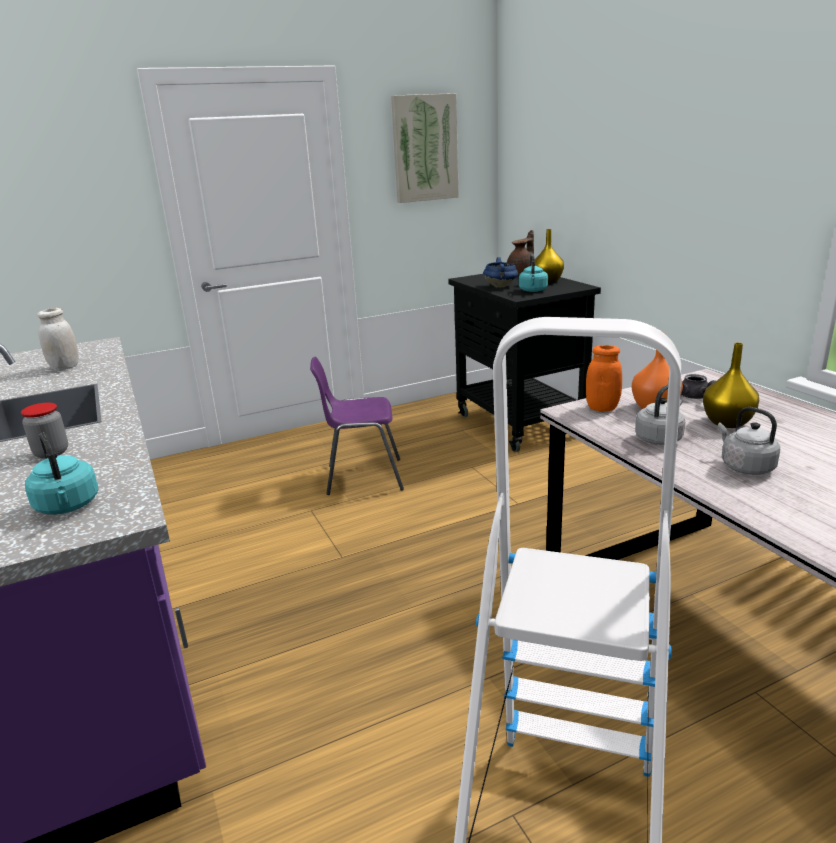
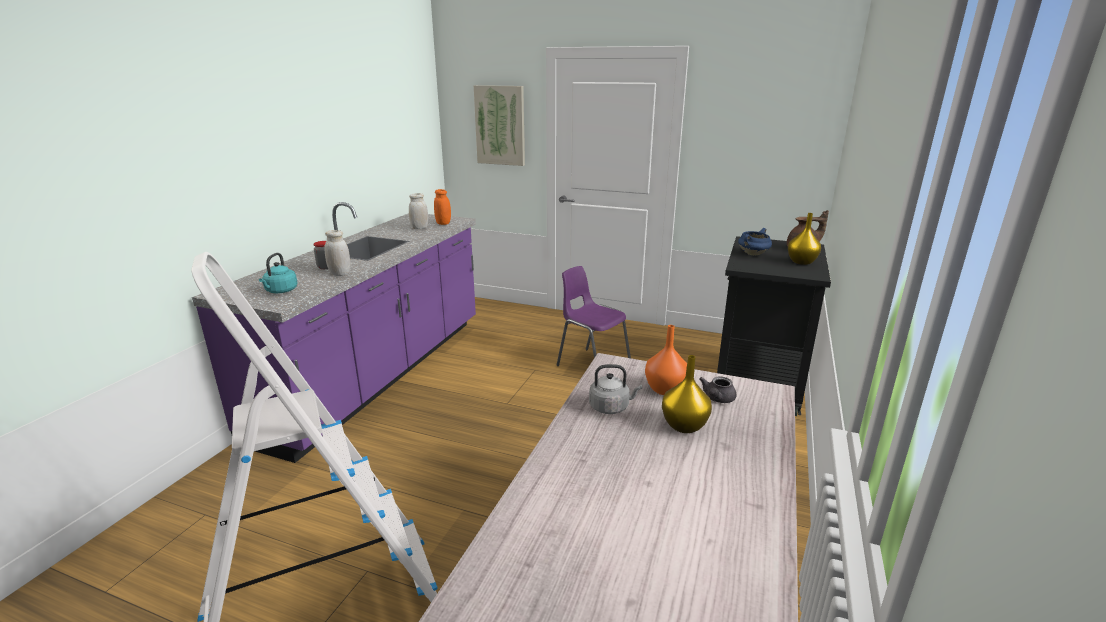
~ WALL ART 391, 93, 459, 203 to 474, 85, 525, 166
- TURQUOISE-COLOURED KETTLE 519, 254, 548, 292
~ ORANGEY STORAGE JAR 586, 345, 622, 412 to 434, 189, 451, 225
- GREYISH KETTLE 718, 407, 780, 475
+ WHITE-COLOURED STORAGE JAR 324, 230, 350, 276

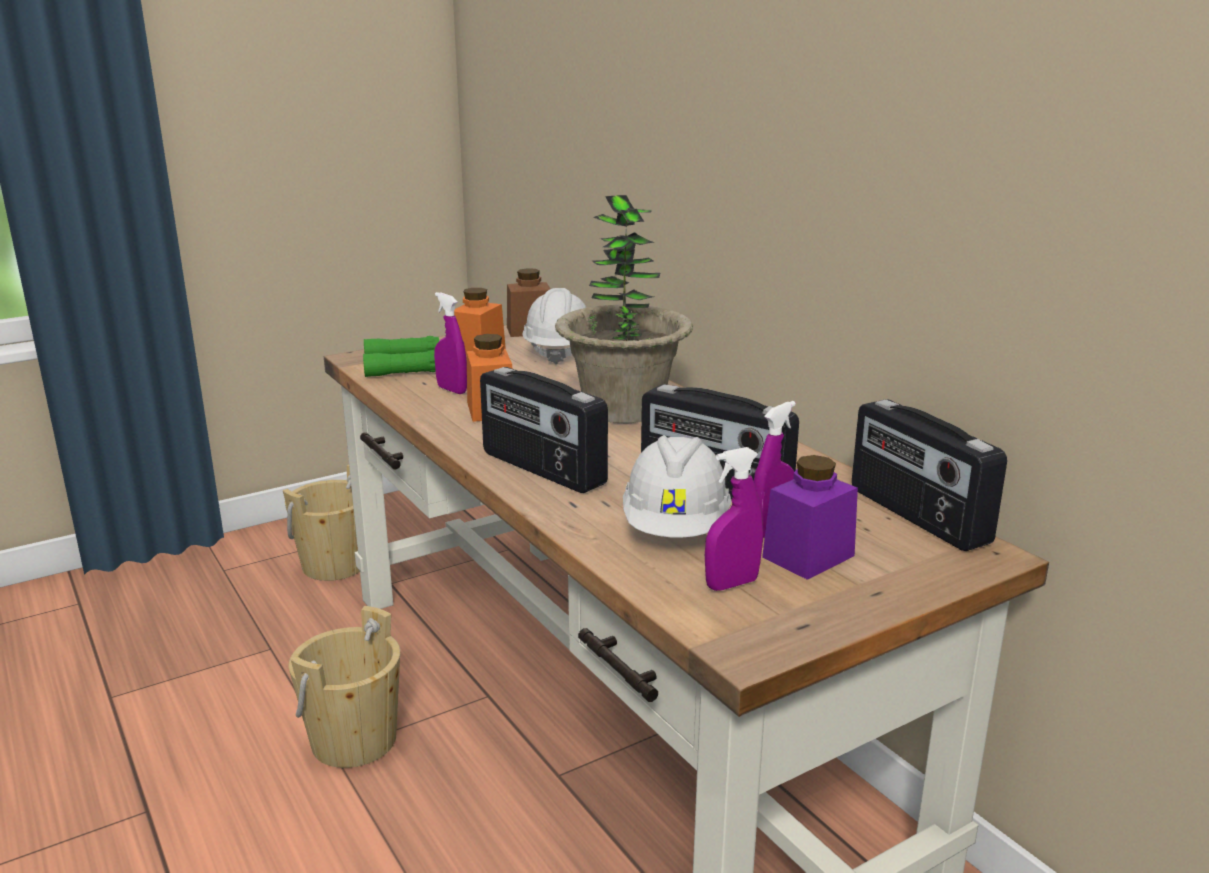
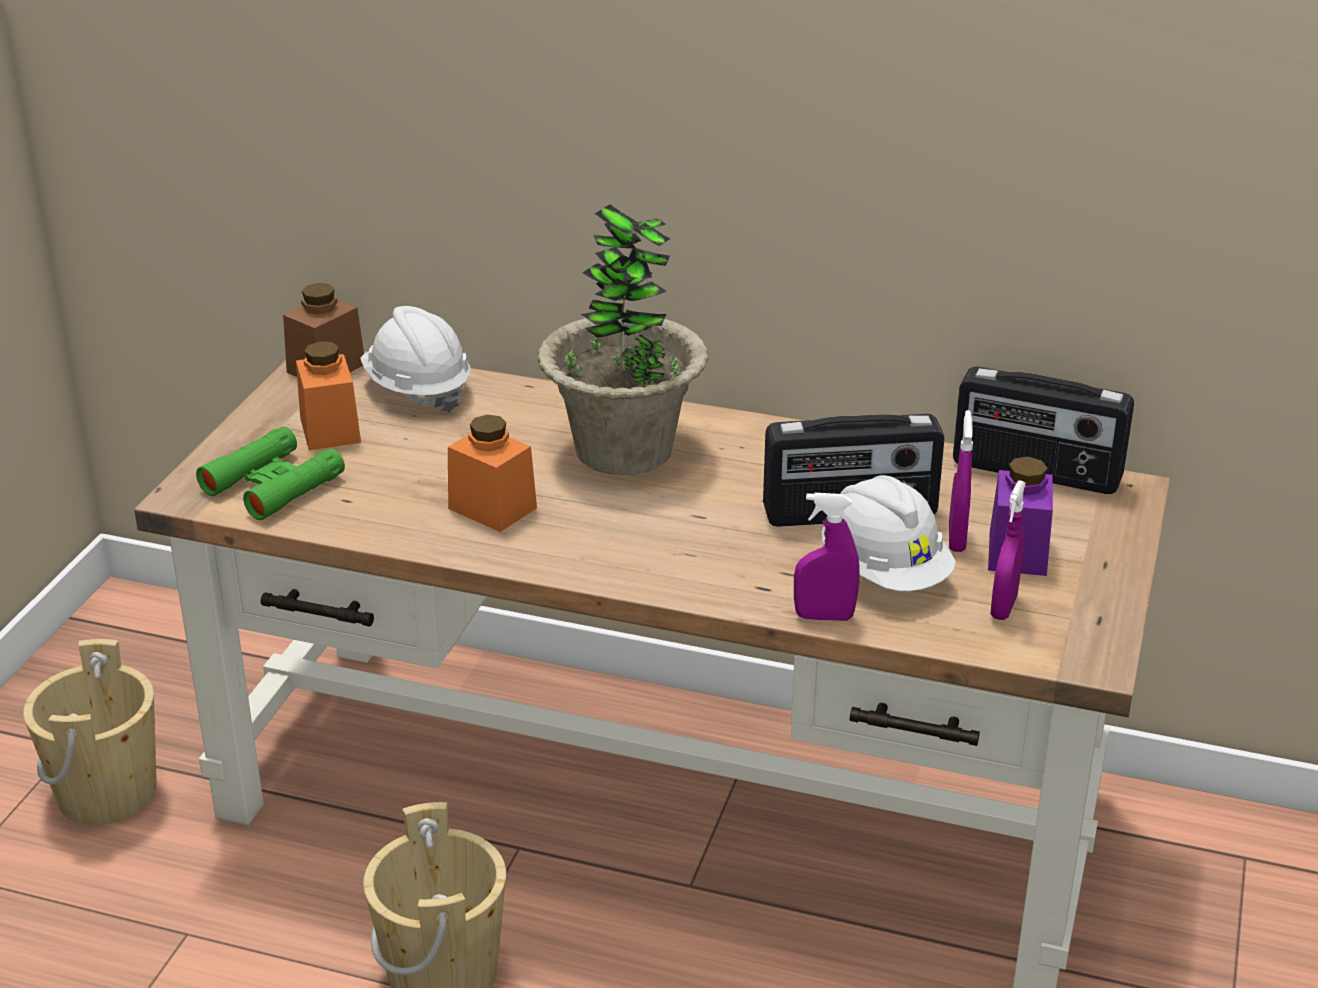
~ PURPLE-COLOURED SPRAYER 434, 292, 467, 394 to 794, 493, 859, 621
- RADIO SET 480, 367, 608, 493

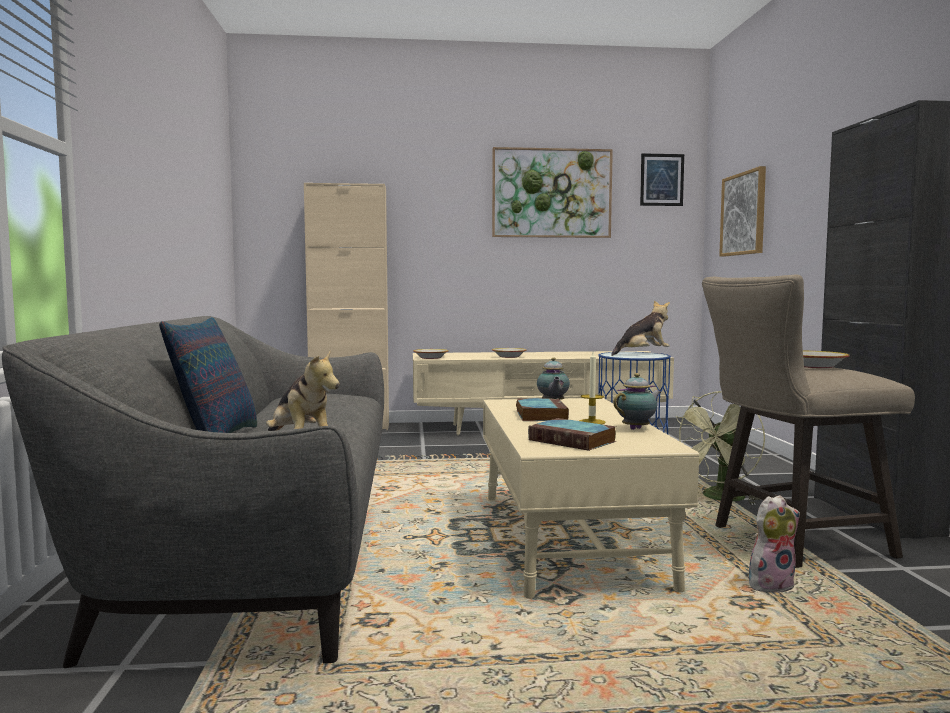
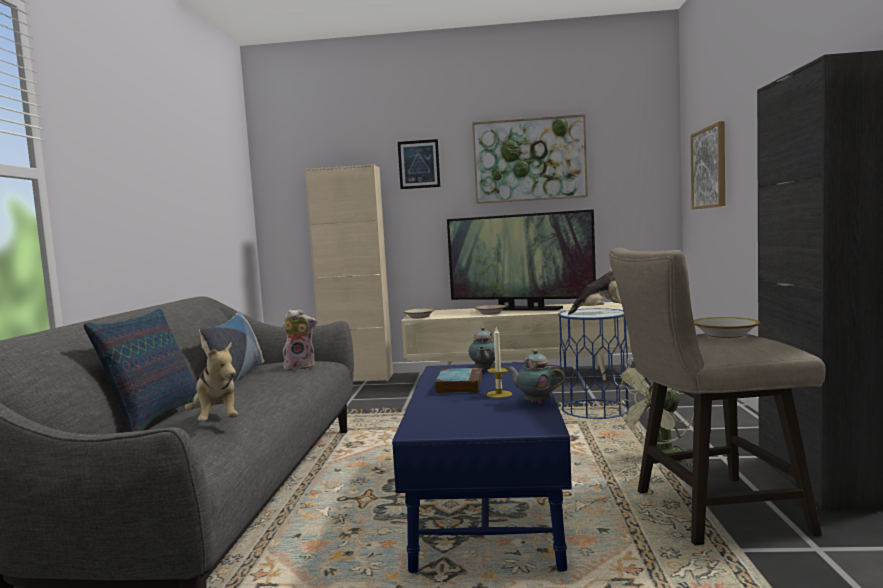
~ WALL ART 640, 153, 684, 206 to 398, 139, 440, 189
~ TEAPOT 613, 373, 661, 430 = 506, 349, 566, 404 120 degrees counterclockwise
~ SAND-COLOURED LOUNGE TABLE 483, 398, 699, 599 to BLUE-COLOURED LOUNGE TABLE 392, 362, 572, 573
- BOOK 528, 418, 616, 451
~ CUDDLY TOY 749, 495, 800, 593 to 282, 309, 317, 370
+ TELEVISION 447, 209, 596, 311
+ THROW PILLOW 199, 311, 264, 384

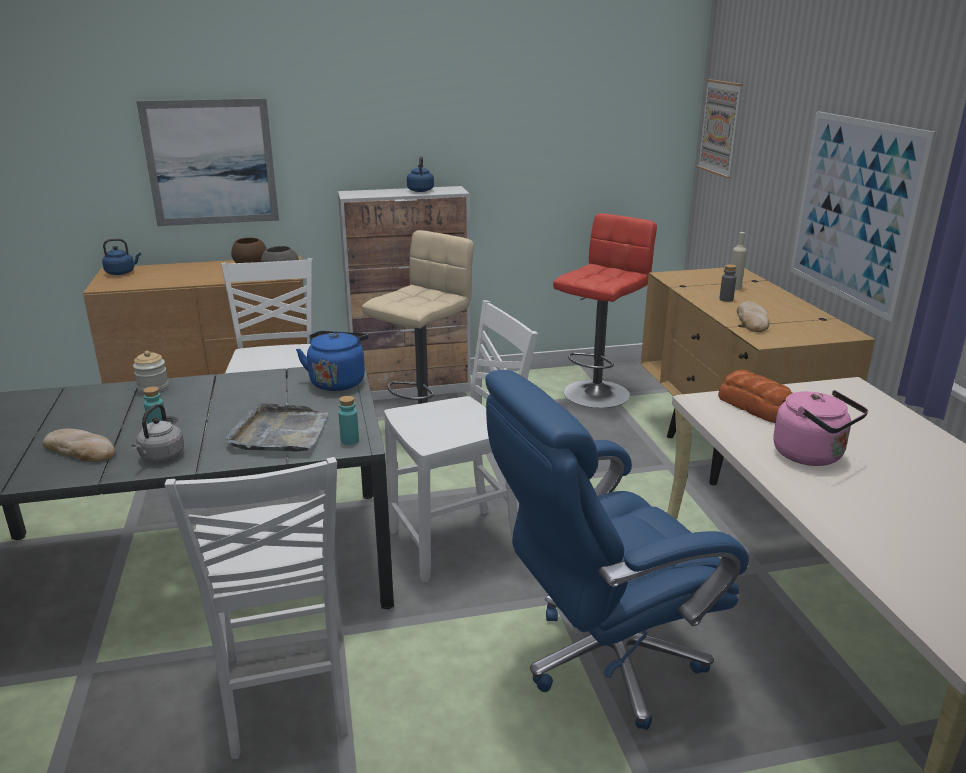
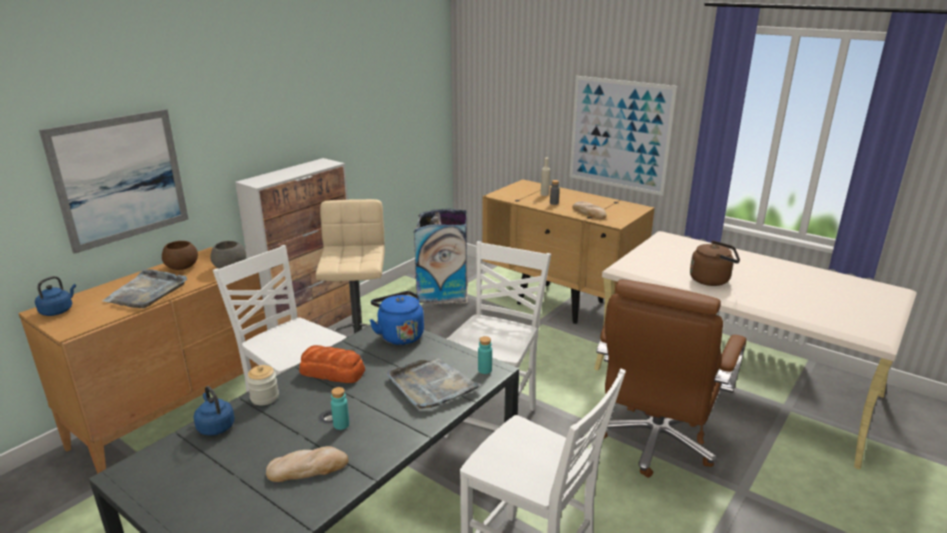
- WALL ART 697, 79, 743, 178
~ BLUE-COLOURED KETTLE 407, 156, 434, 192 to 194, 386, 235, 435
~ RED STOOL 553, 213, 657, 408 to WASTE BIN 414, 208, 468, 305
~ BAKED BREAD 718, 369, 793, 423 to 299, 345, 365, 383
~ BLUE-COLOURED COMPUTER CHAIR 485, 370, 749, 730 to BROWN-COLOURED COMPUTER CHAIR 596, 280, 747, 478
~ PINK-COLOURED KETTLE 773, 390, 868, 466 to BROWN-COLOURED KETTLE 690, 241, 740, 286
- GREYISH KETTLE 132, 404, 184, 462
+ GREYISH TRAY 102, 269, 187, 308

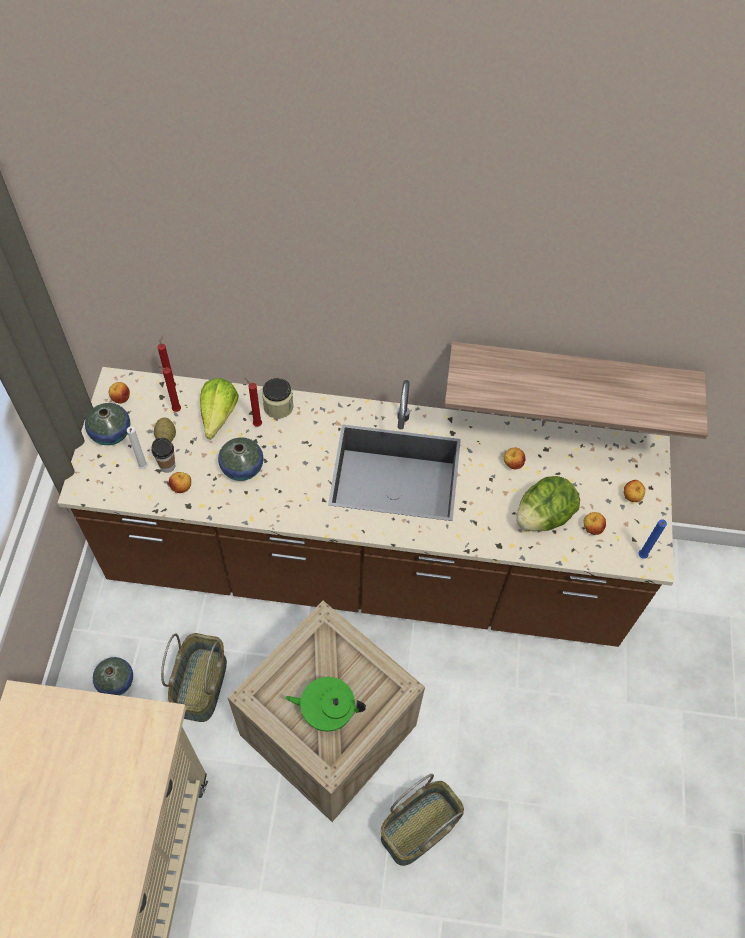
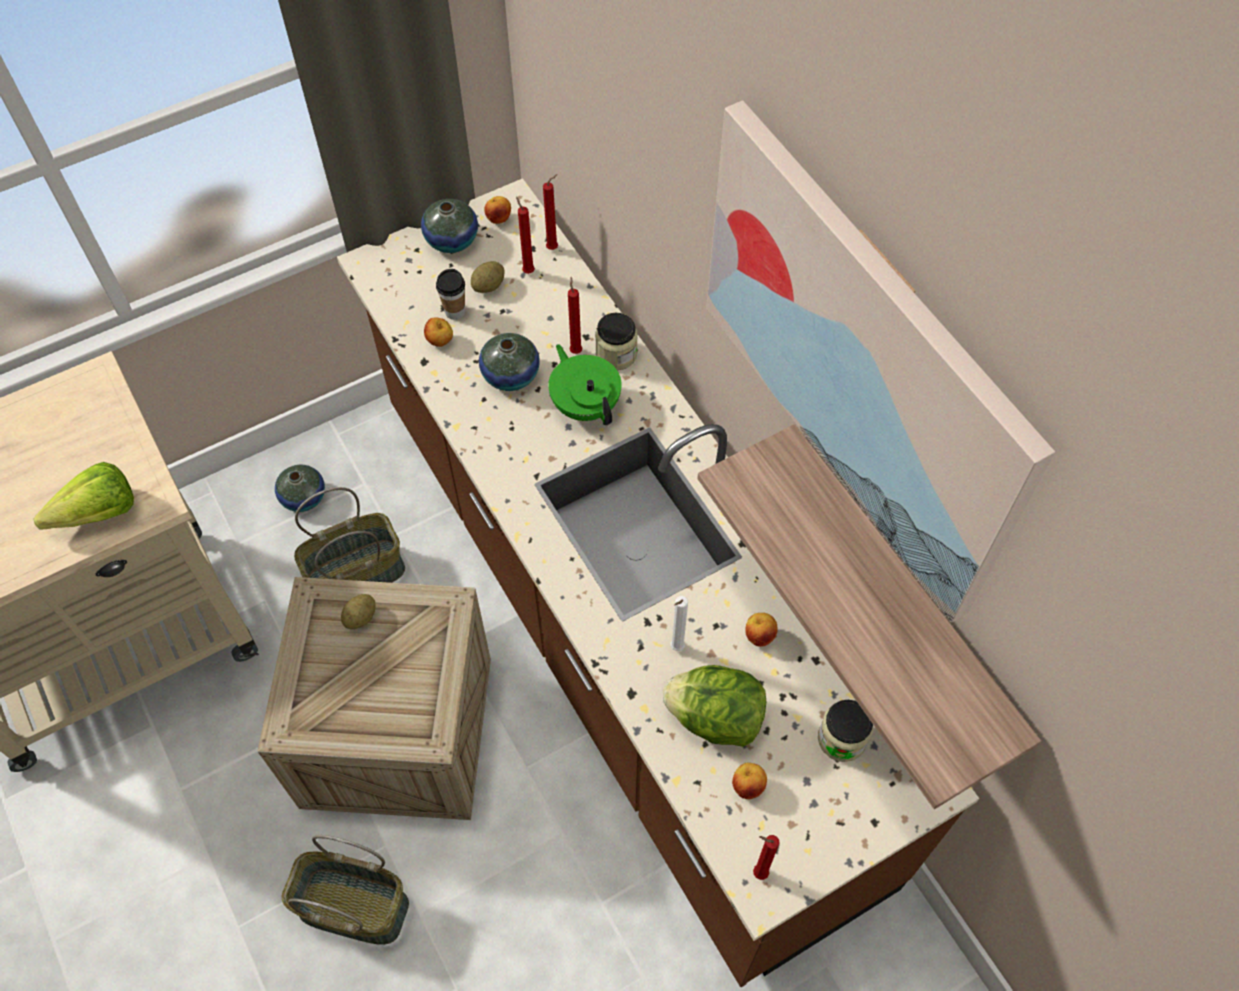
~ LETTUCE 200, 378, 239, 439 to 33, 462, 134, 530
~ WHITE-COLOURED CANDLE 127, 426, 148, 469 to 670, 596, 688, 651
- WHOLE APPLE 624, 480, 645, 502
~ BLUE-COLOURED CANDLE 638, 519, 667, 559 to RED CANDLE 753, 835, 779, 880
~ GREEN TEAPOT 285, 677, 366, 731 to 548, 344, 622, 425
+ WALL ART 706, 100, 1055, 623
+ POTATO 341, 594, 376, 629
+ STORAGE JAR 818, 700, 873, 762

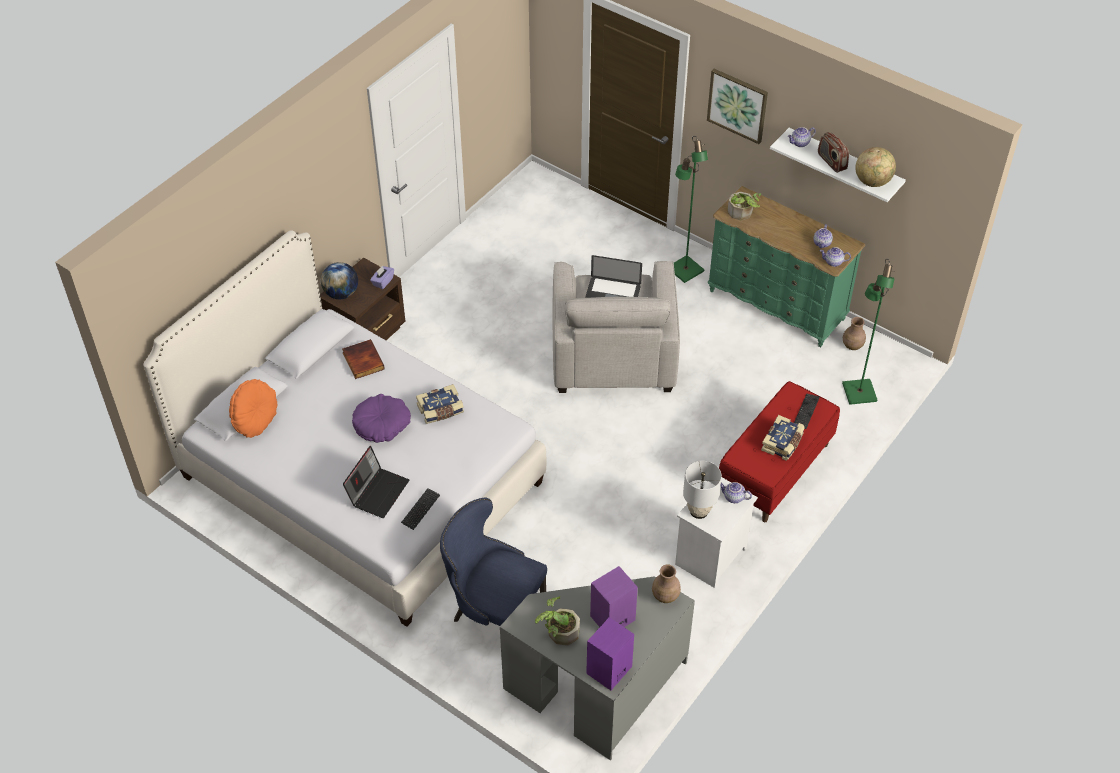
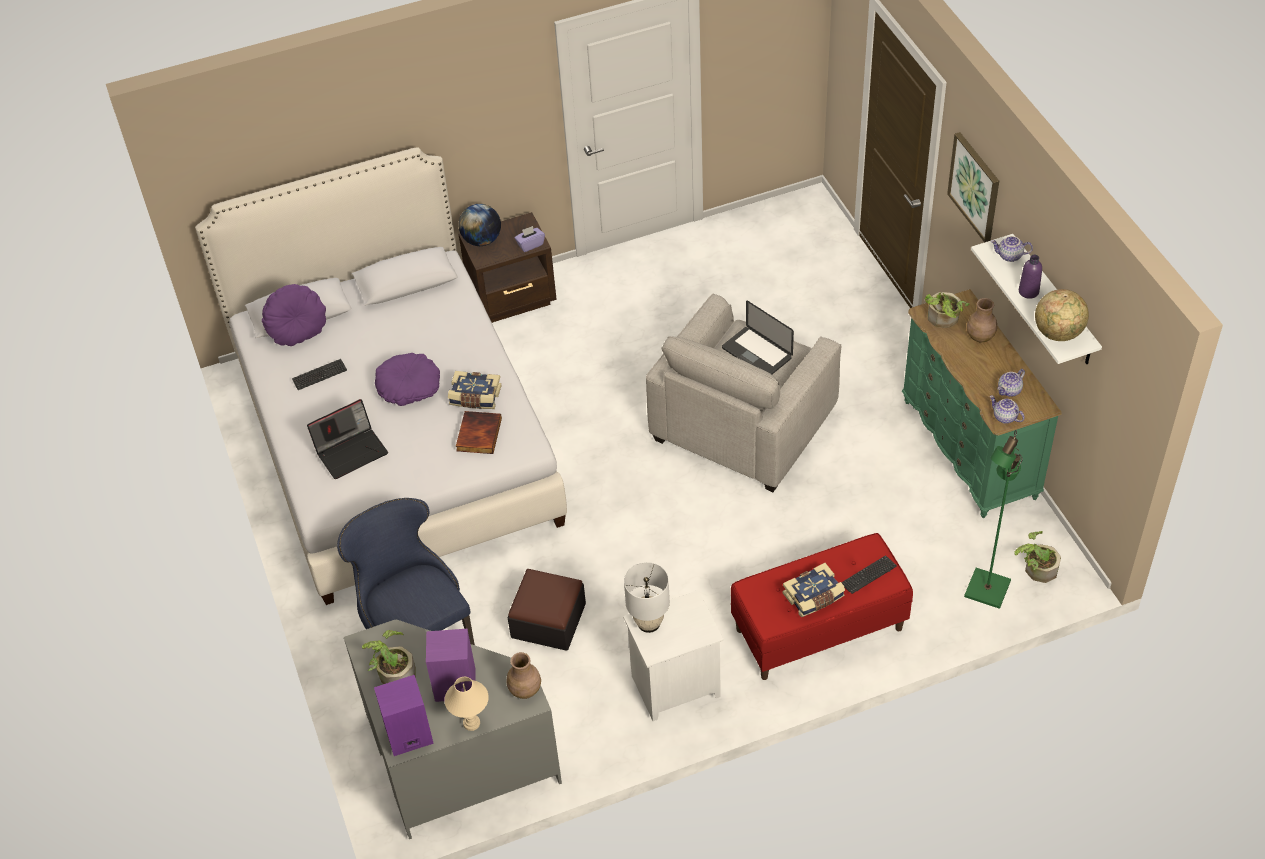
~ RADIO SET 818, 132, 849, 173 to PURPLE-COLOURED DRINK BOTTLE 1019, 255, 1042, 299
- GREEN STANDARD LAMP 674, 136, 708, 283
~ BROWN-COLOURED VASE 843, 317, 866, 350 to 967, 298, 997, 342
~ BOOK 342, 339, 385, 379 to 456, 411, 502, 454
~ ORANGEY THROW PILLOW 229, 379, 277, 438 to PURPLE-COLOURED THROW PILLOW 262, 284, 326, 346
- TEAPOT 720, 482, 752, 503
~ COMPUTER KEYBOARD 401, 488, 440, 530 to 292, 359, 347, 390
+ HOUSEPLANT 1015, 531, 1061, 583
+ POUFFE 508, 569, 586, 651
+ SAND-COLOURED TABLE LAMP 444, 677, 489, 731

